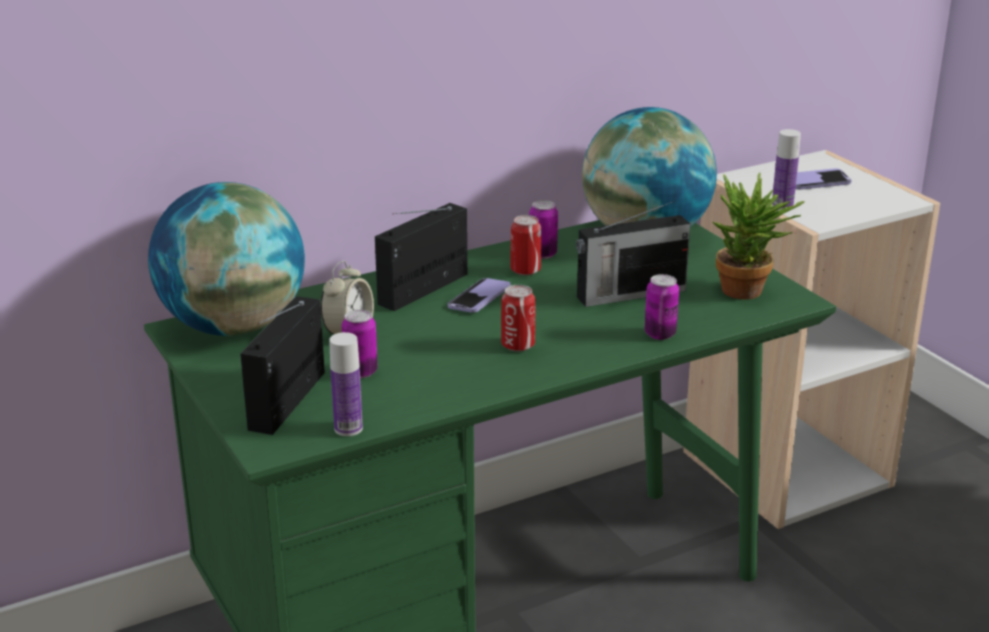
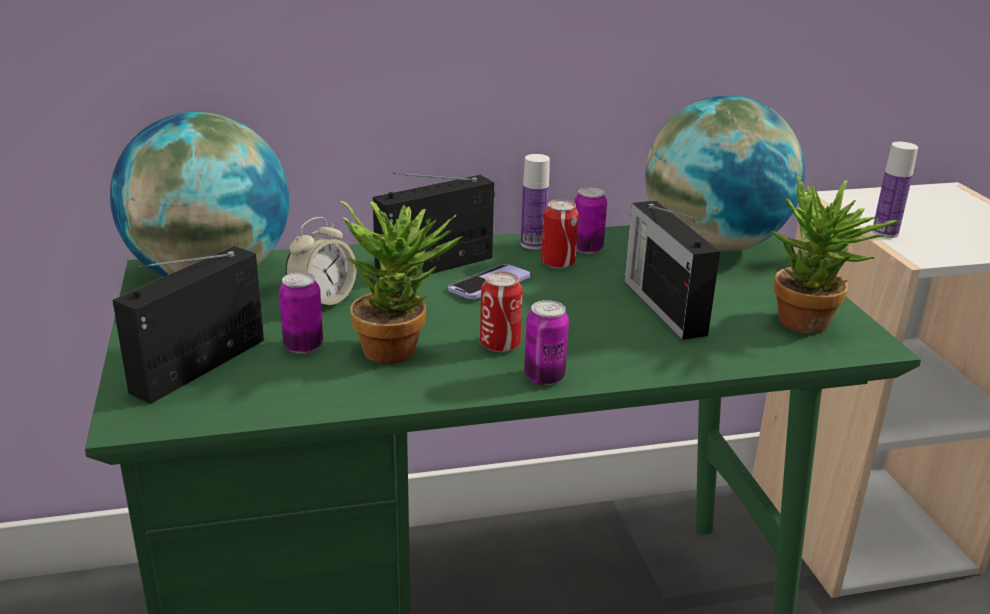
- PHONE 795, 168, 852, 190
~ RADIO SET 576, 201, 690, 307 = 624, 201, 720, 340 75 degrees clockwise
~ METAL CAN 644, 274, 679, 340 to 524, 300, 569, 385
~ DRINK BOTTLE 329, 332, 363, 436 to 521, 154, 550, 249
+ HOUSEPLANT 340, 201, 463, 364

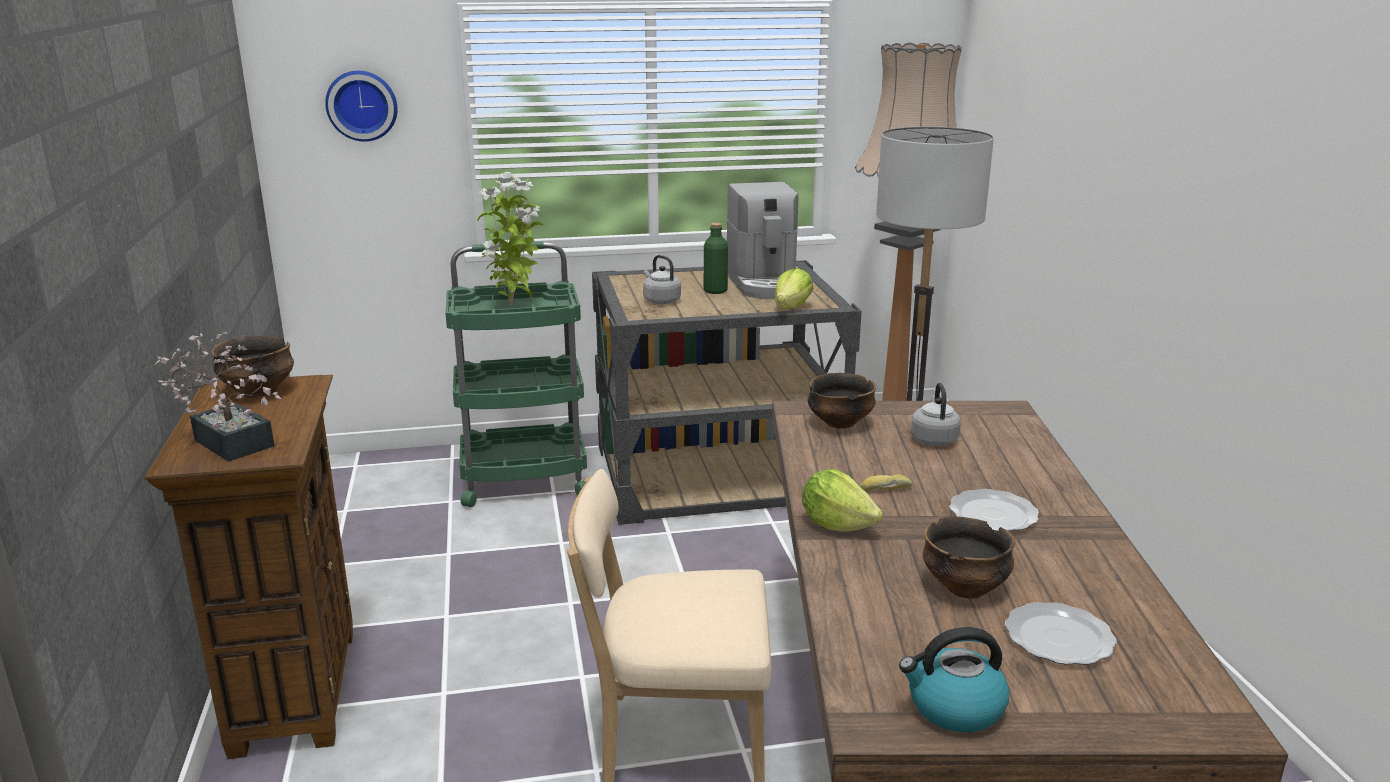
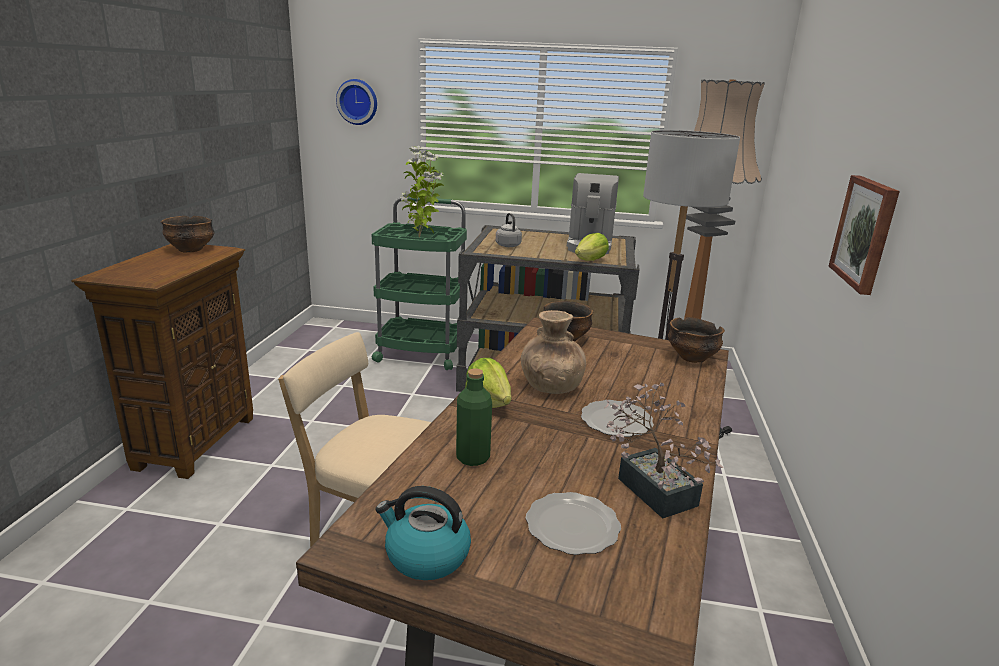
~ GREEN DRINK BOTTLE 704, 223, 728, 294 to 456, 369, 492, 466
~ HOUSEPLANT 154, 331, 282, 462 to 604, 383, 723, 519
- GREYISH KETTLE 911, 383, 961, 446
~ BAKED BREAD 860, 474, 912, 491 to BROWN-COLOURED VASE 521, 310, 586, 394
~ SERVING BOWL 923, 516, 1016, 599 to 668, 317, 725, 363
+ WALL ART 829, 175, 900, 295

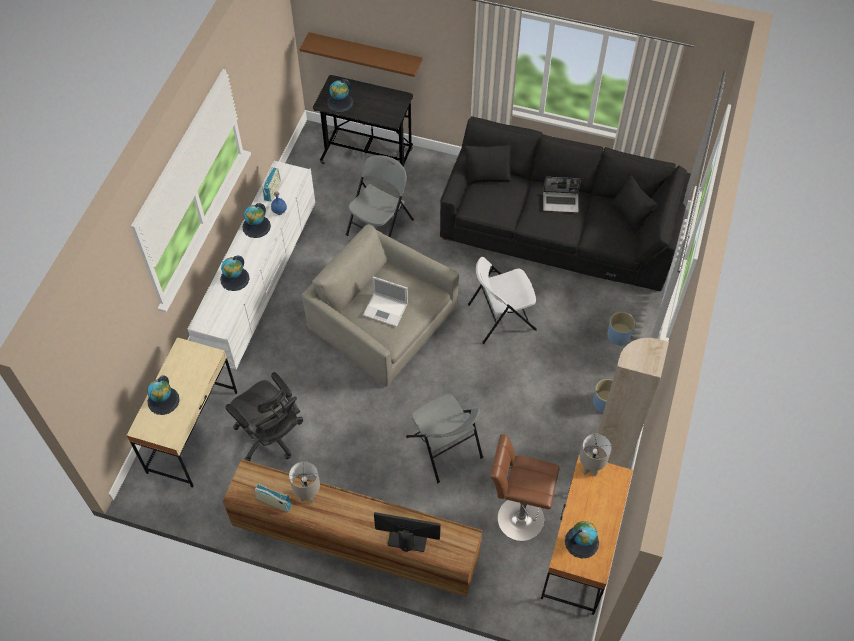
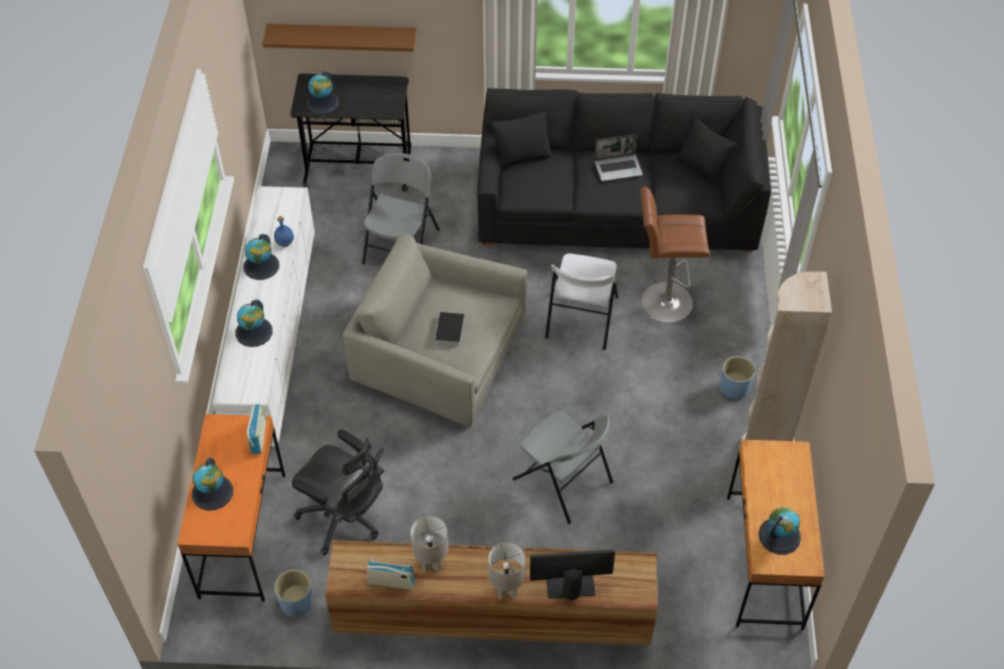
~ RADIO SET 262, 167, 281, 202 to 247, 404, 266, 454
~ WHITE-COLOURED PLAIN CHAIR 468, 257, 537, 344 = 545, 254, 619, 350 45 degrees counterclockwise
~ NOTEBOOK COMPUTER 363, 276, 408, 327 to BOOK 434, 312, 464, 347
~ BLUE-COLOURED PLANT POT 607, 312, 635, 345 to 274, 570, 313, 617
~ SAND-COLOURED DESK UNIT 126, 337, 237, 487 to ORANGEY DESK UNIT 177, 414, 285, 602
~ GREYISH TABLE LAMP 579, 433, 612, 476 to 488, 542, 526, 600
~ BROWN-COLOURED STOOL 490, 434, 559, 541 to 640, 187, 710, 323

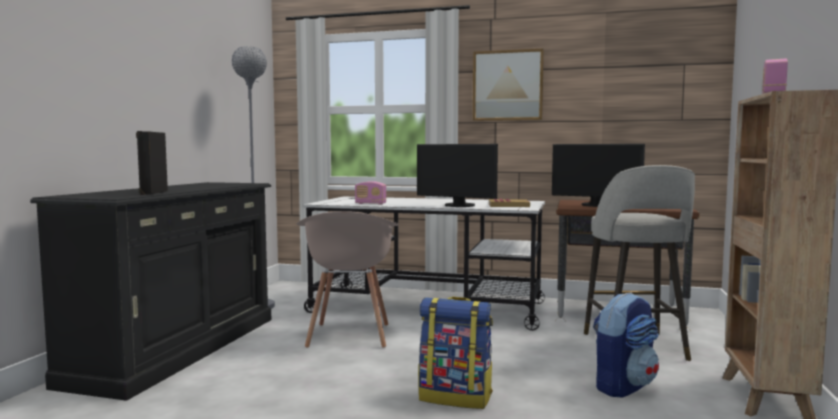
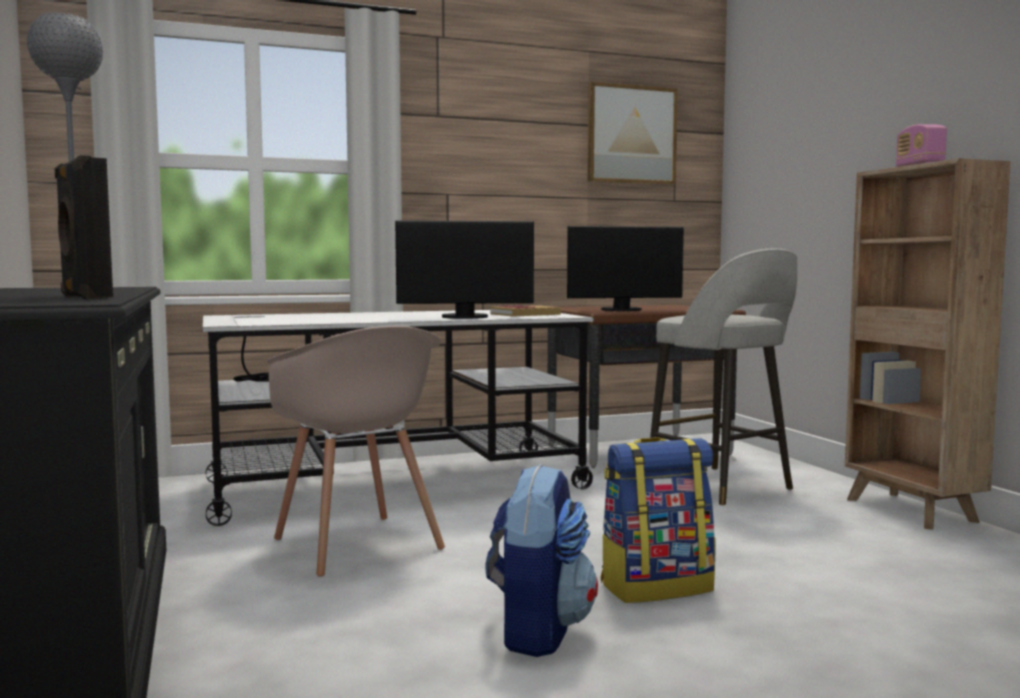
~ WALL ART 473, 49, 544, 121 to 587, 82, 678, 185
- RADIO SET 355, 181, 386, 205
~ RUCKSACK 593, 292, 659, 398 to 485, 463, 598, 657

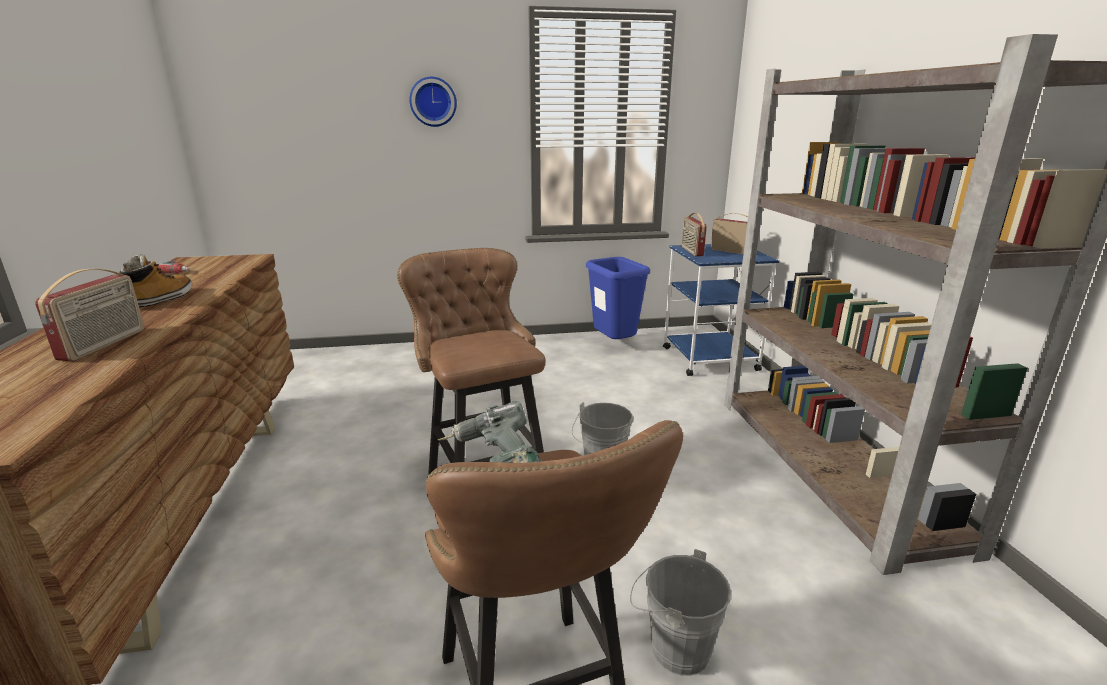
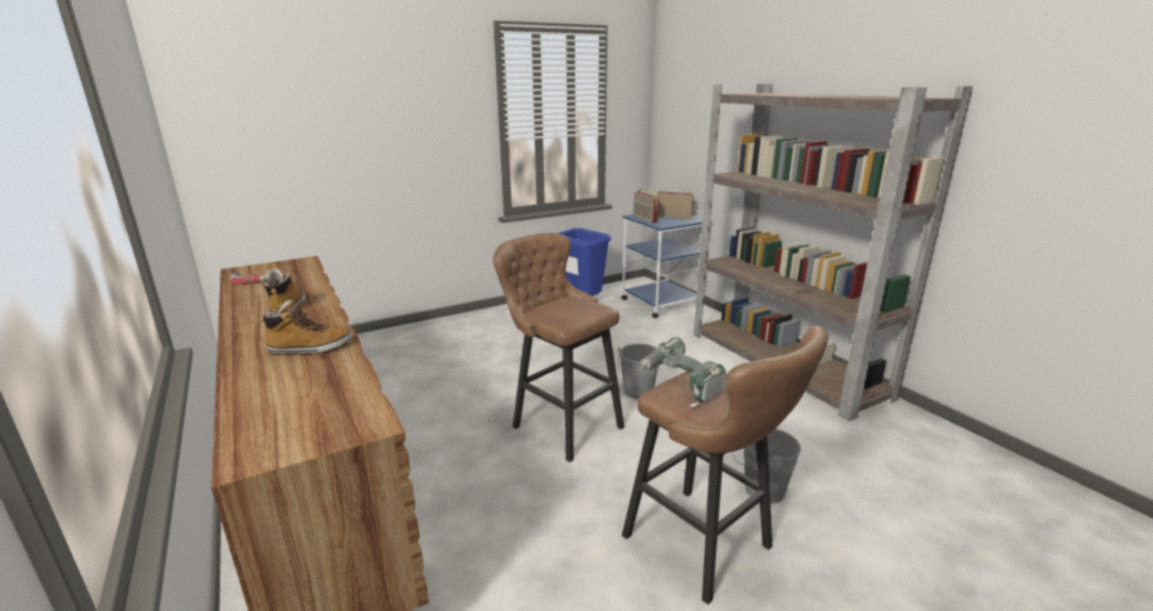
- CLOCK ON THE WALL 410, 77, 457, 127
~ RADIO SET 35, 269, 144, 361 to HIGH-TOP BOOT 260, 300, 352, 355

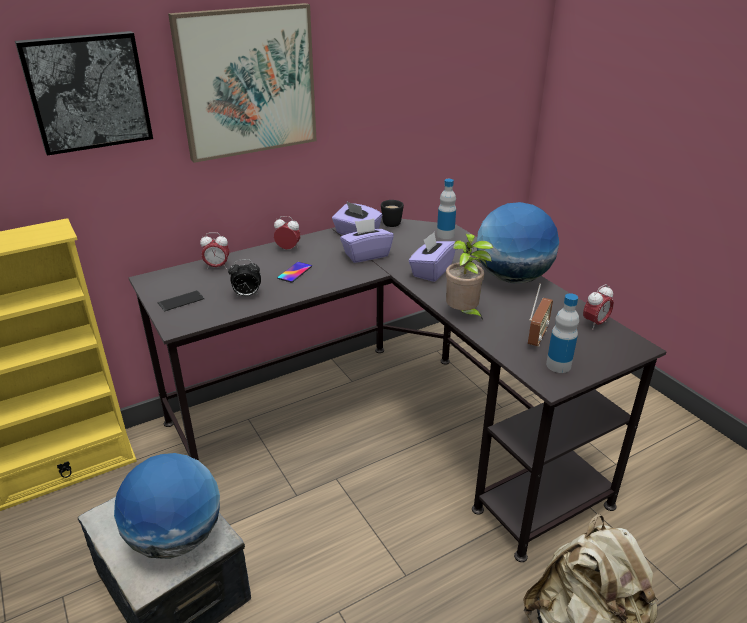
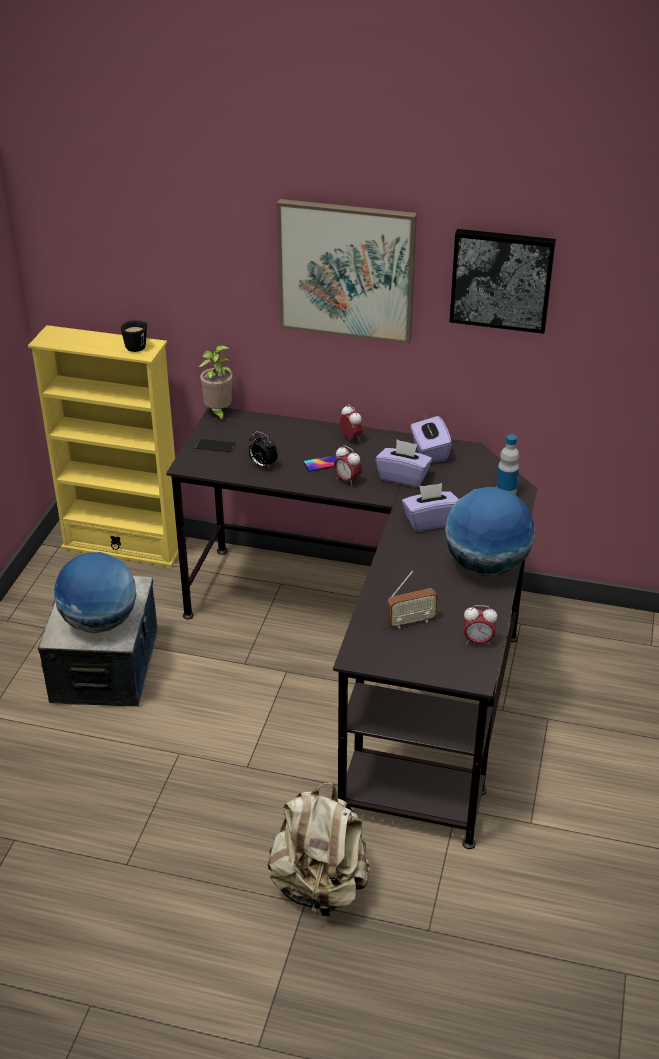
~ WALL ART 15, 31, 153, 156 to 450, 229, 556, 334
~ BLACK-COLOURED COFFEE MUG 381, 200, 404, 227 to 121, 320, 147, 352
~ ALARM CLOCK 200, 232, 229, 270 to 334, 445, 362, 485
~ HOUSEPLANT 446, 234, 493, 320 to 199, 345, 233, 422
- DRINK BOTTLE 546, 293, 579, 373

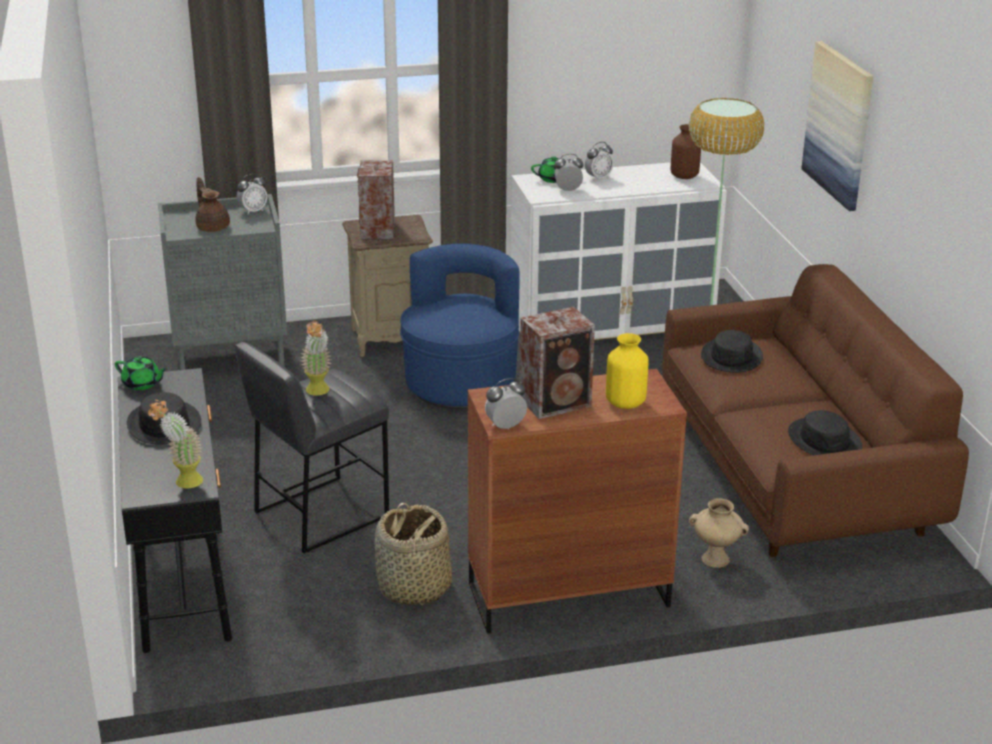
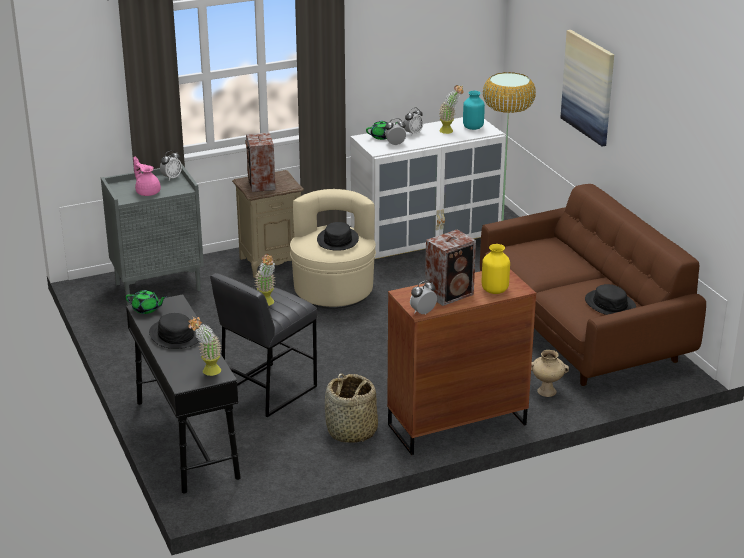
~ BROWN-COLOURED VASE 671, 124, 701, 179 to TURQUOISE-COLOURED VASE 463, 91, 485, 130
~ BROWN-COLOURED TEAPOT 195, 177, 230, 232 to PINK-COLOURED TEAPOT 133, 157, 161, 196
~ BLUE-COLOURED EASY CHAIR 400, 243, 520, 409 to SAND-COLOURED EASY CHAIR 290, 189, 376, 309
~ BLACK-COLOURED CLOTHING HAT 701, 330, 763, 373 to 317, 222, 359, 251
+ HOUSEPLANT 439, 85, 463, 134

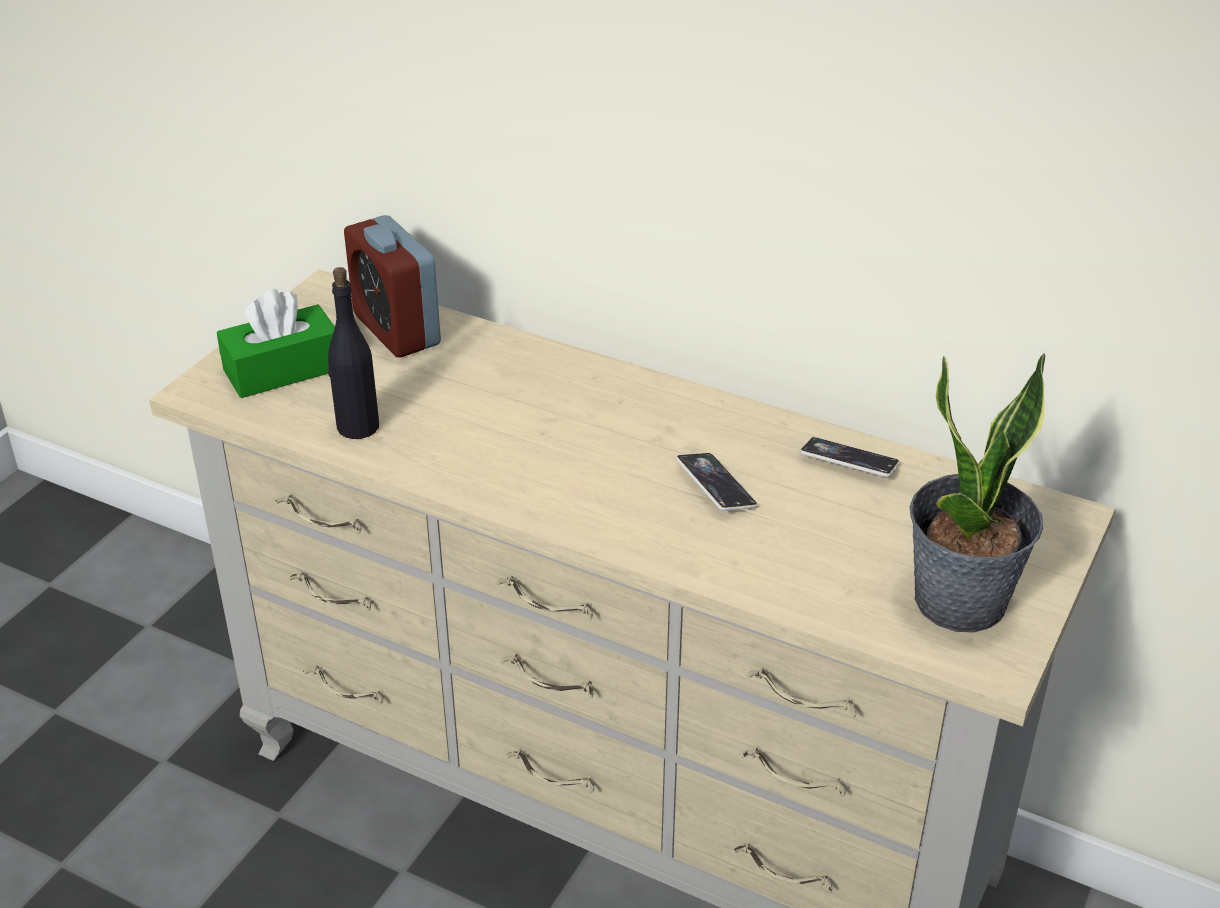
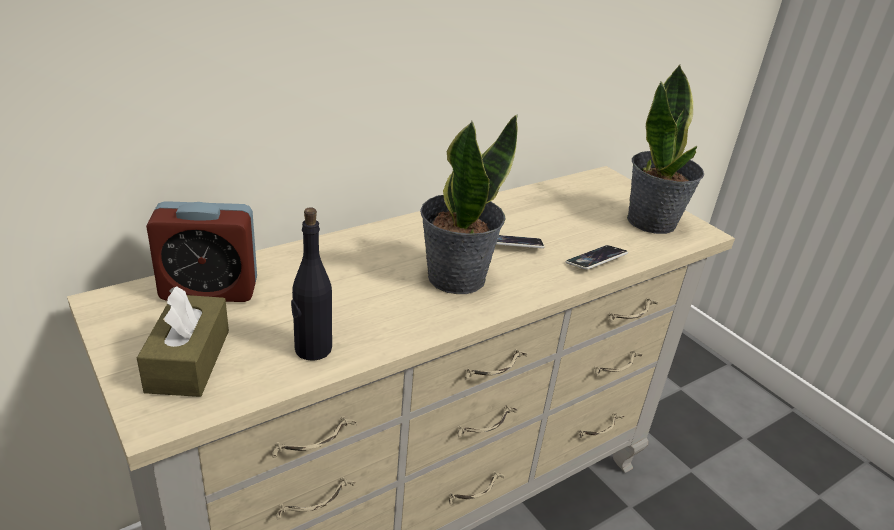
~ GREEN TISSUE BOX 217, 289, 335, 398 to BROWN-COLOURED TISSUE BOX 137, 286, 229, 397
~ PHONE 800, 437, 900, 477 to 566, 245, 628, 270
+ HOUSEPLANT 420, 114, 518, 294

